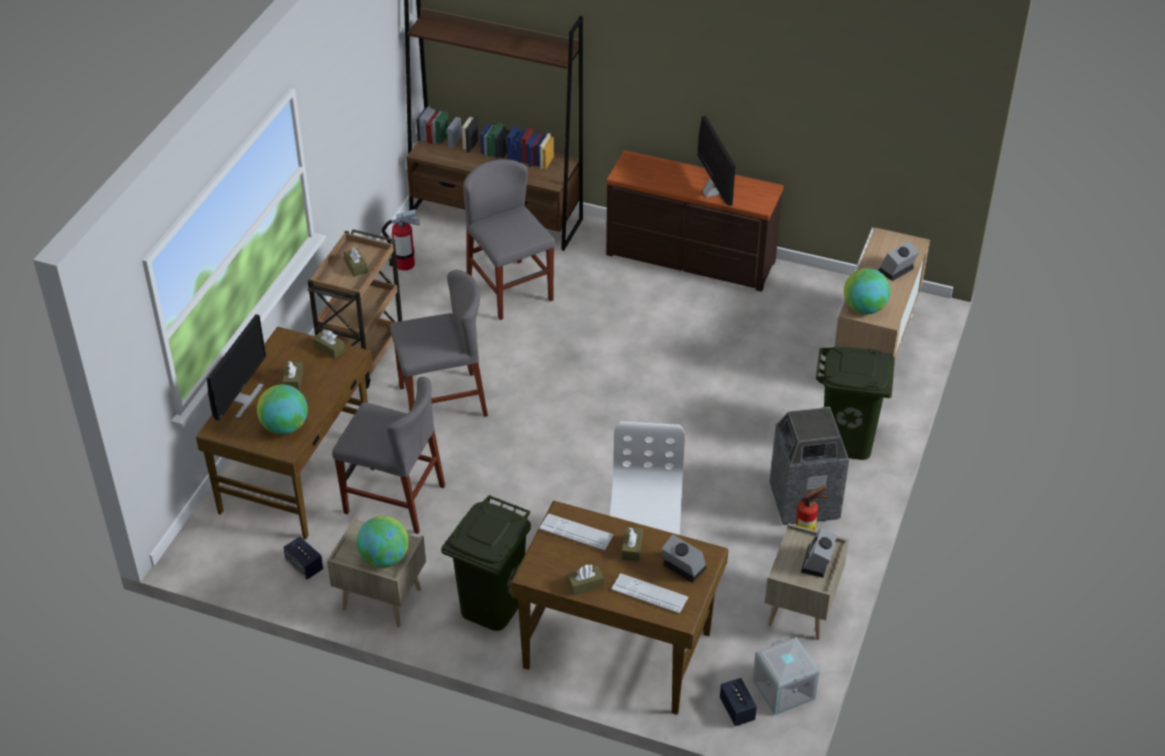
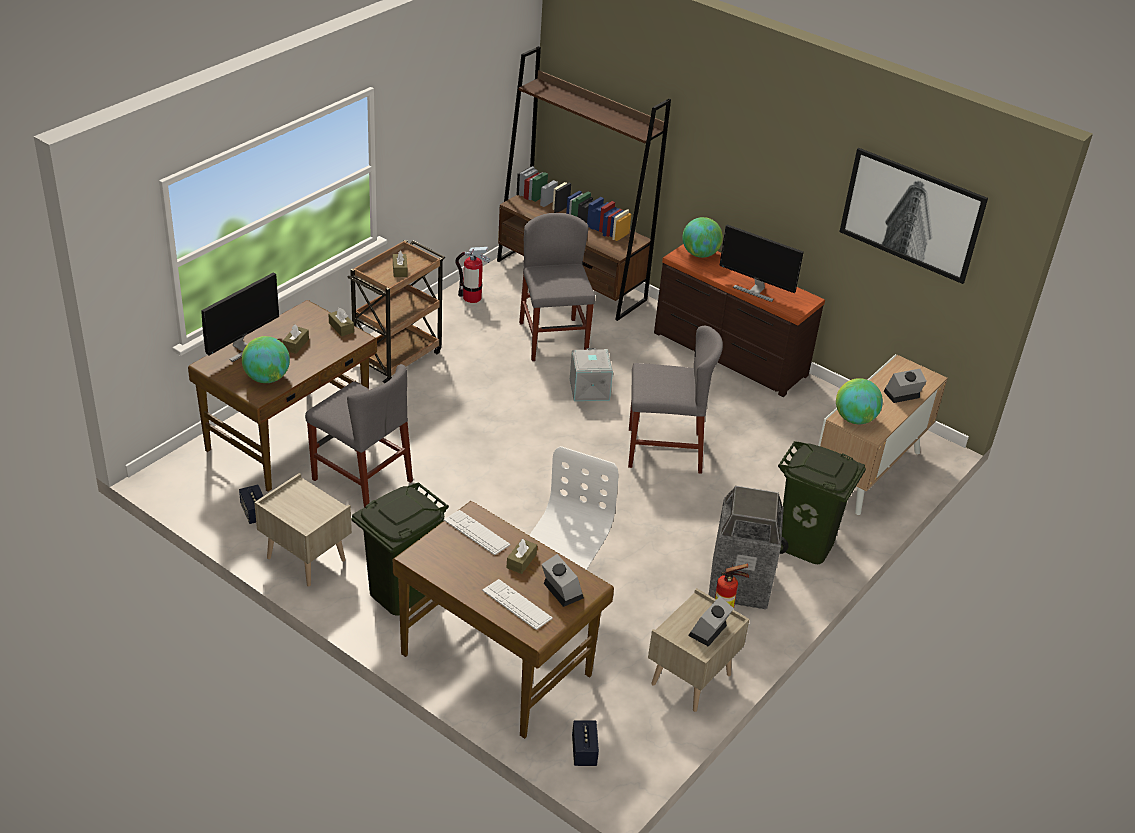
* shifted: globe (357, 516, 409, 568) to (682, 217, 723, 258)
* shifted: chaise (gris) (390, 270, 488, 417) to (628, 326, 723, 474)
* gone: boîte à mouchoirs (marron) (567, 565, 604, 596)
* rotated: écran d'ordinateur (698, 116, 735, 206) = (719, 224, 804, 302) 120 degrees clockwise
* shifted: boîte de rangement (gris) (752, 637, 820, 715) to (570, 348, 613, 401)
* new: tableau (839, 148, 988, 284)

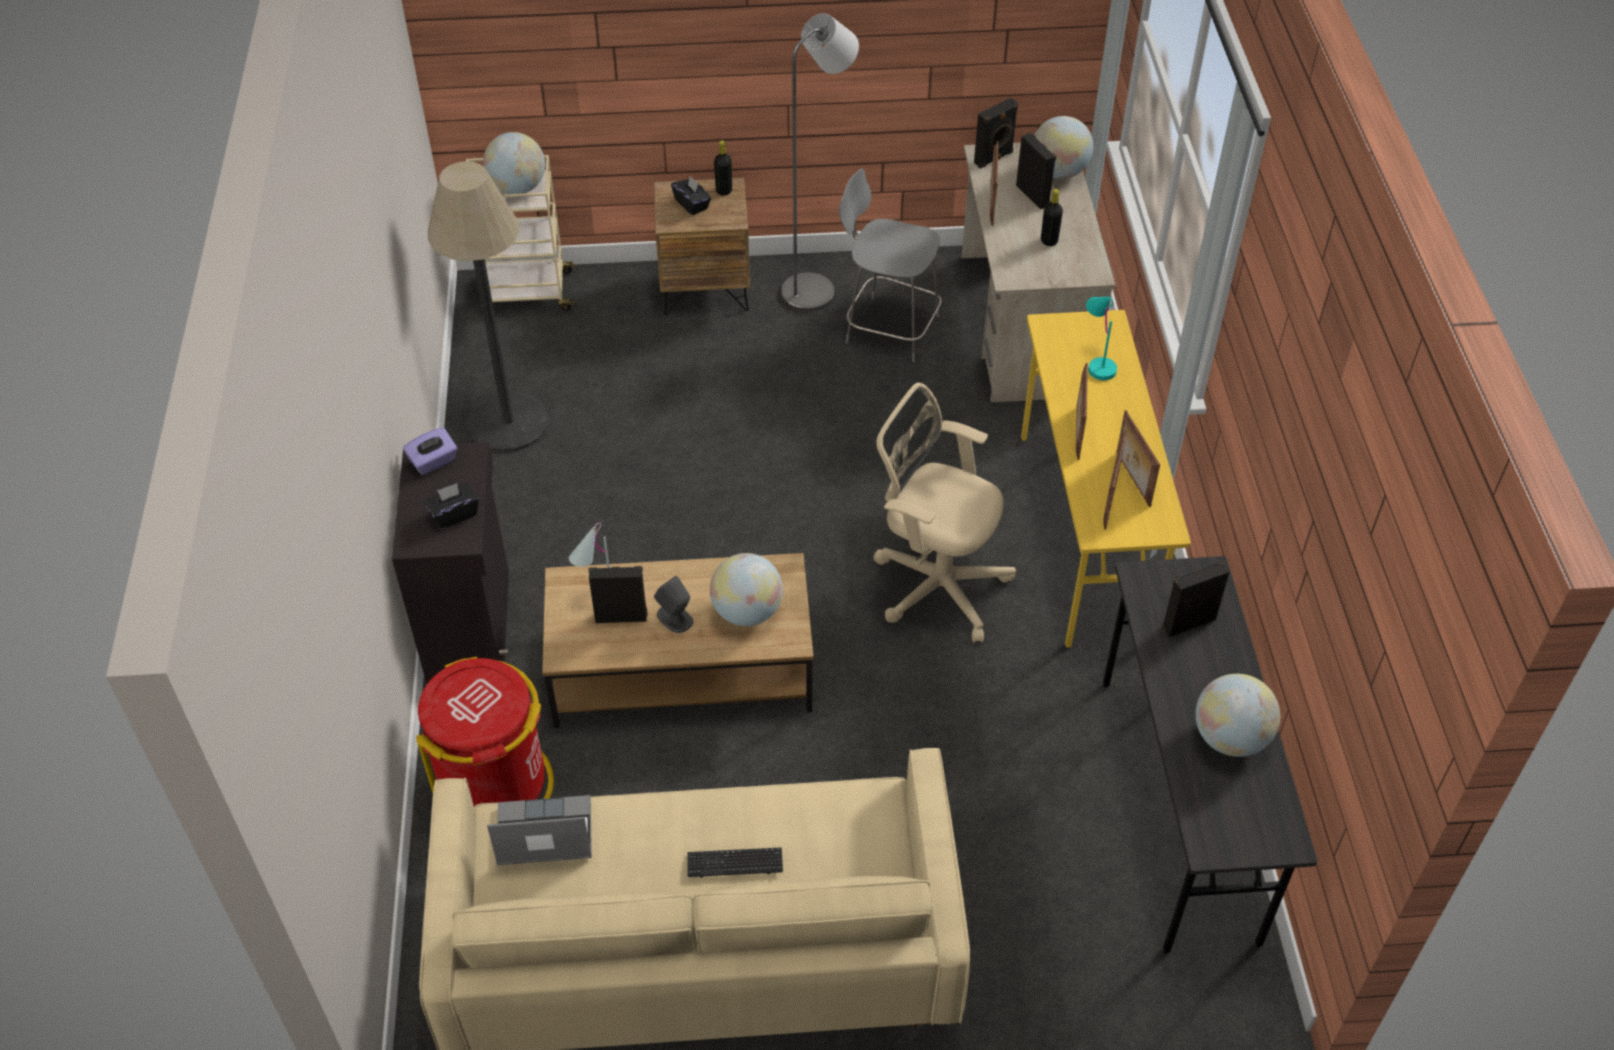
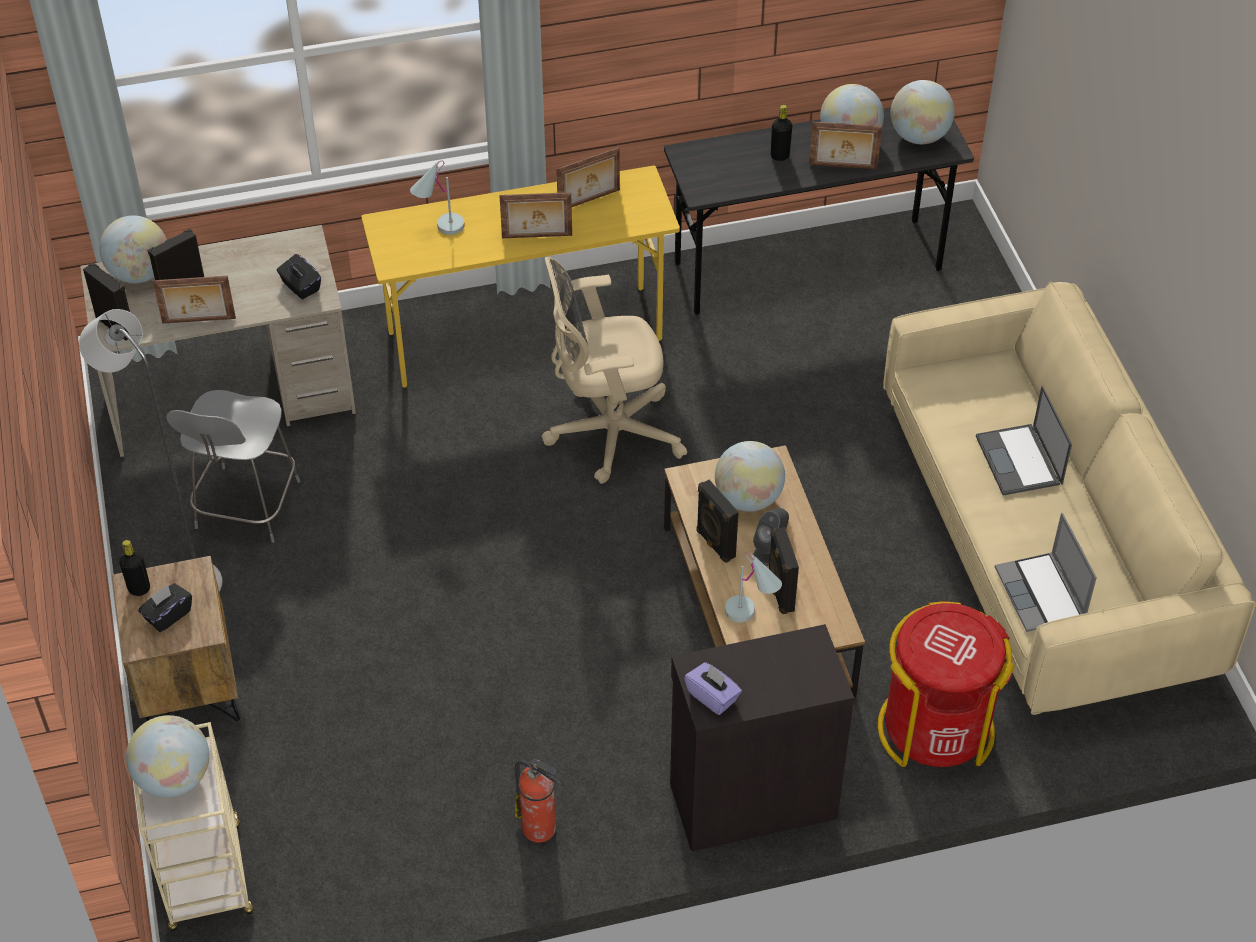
* shifted: boîte à mouchoirs (noir) (425, 483, 479, 529) to (276, 254, 321, 299)
* gone: lampadaire (428, 161, 548, 452)
* swapped: clavier (687, 847, 783, 878) to ordinateur portable (976, 386, 1072, 495)
* rotated: chaise de bureau (beige) (873, 383, 1016, 643) = (542, 257, 687, 484) 60 degrees clockwise
* shifted: bouteille (noir) (1041, 189, 1063, 246) to (771, 105, 792, 161)
* repainted: lampe de table (turquoise) (1086, 297, 1117, 380) to lampe de table (blanc) (410, 160, 465, 235)
* shifted: cadre photo (1103, 431, 1127, 530) to (809, 122, 882, 169)
* shifted: enceinte (noir) (1162, 562, 1230, 637) to (696, 480, 739, 563)
* new: extincteur (515, 758, 562, 843)
* new: globe (890, 80, 954, 144)

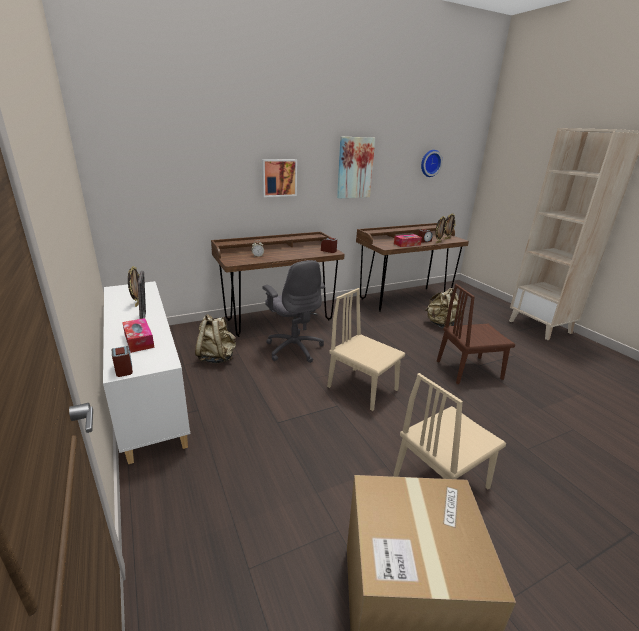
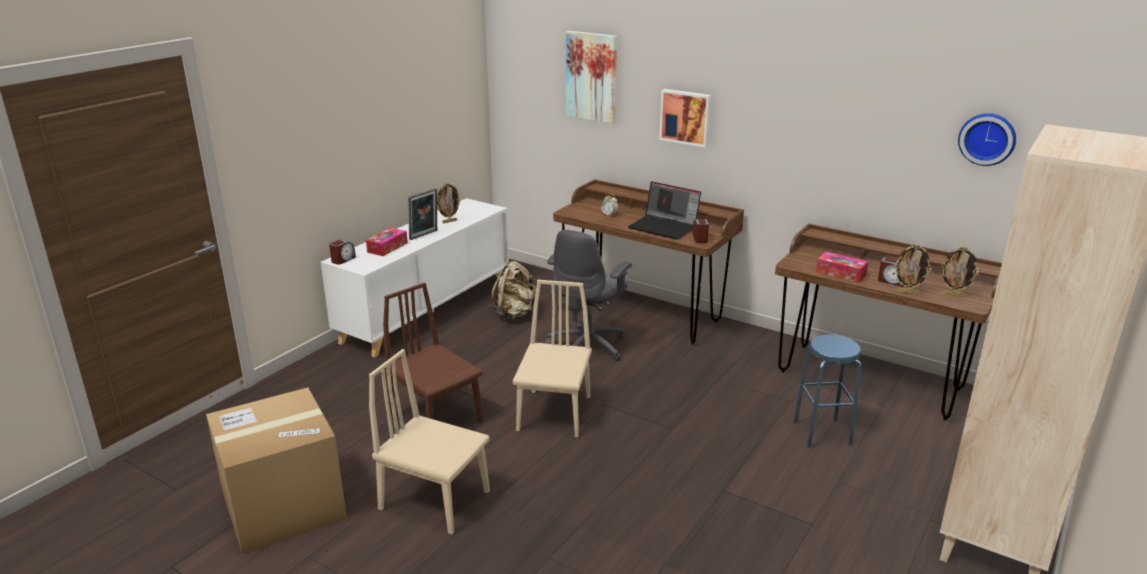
* shifted: tableau (337, 137, 375, 199) to (566, 31, 617, 124)
* swapped: sac à dos (beige) (425, 288, 462, 328) to tabouret (bleu) (794, 334, 862, 448)
* shifted: chaise (marron) (437, 284, 515, 384) to (383, 282, 483, 423)
* new: ordinateur portable (628, 181, 701, 240)

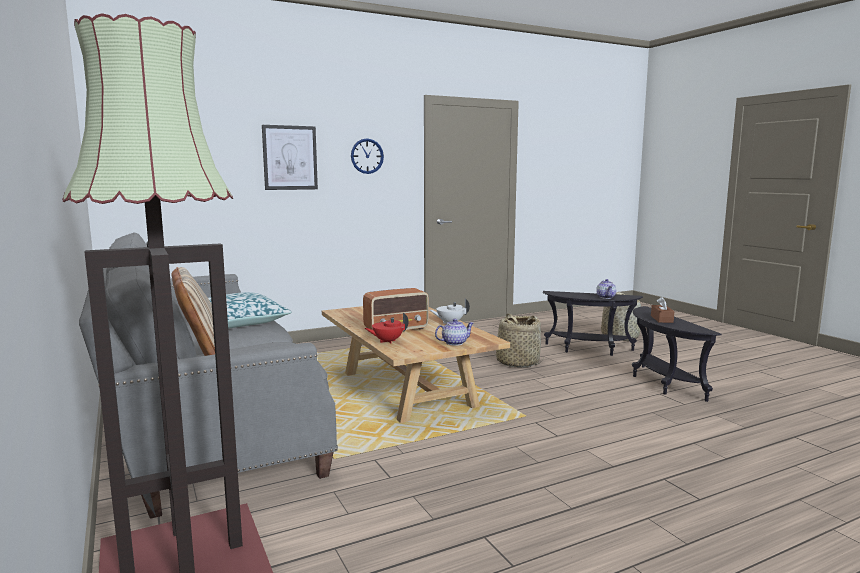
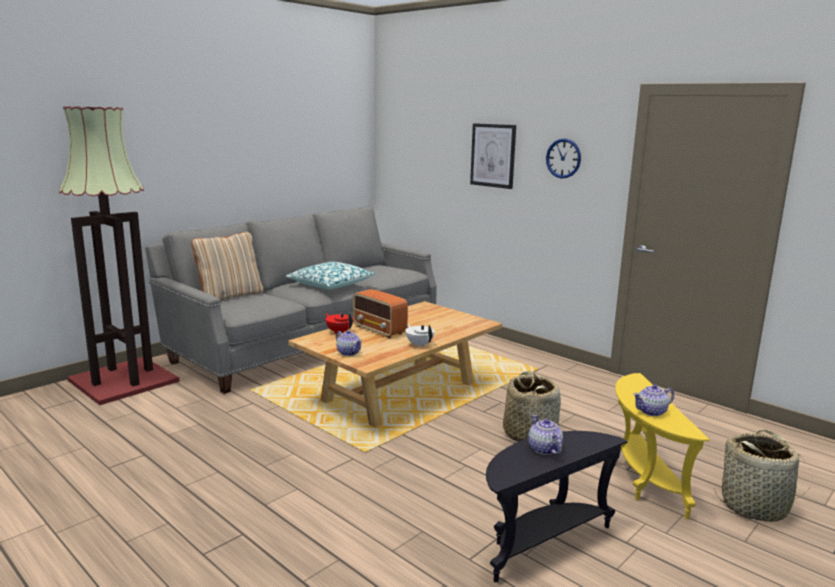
* repainted: table d'appoint (noir) (543, 291, 643, 356) to table d'appoint (jaune) (615, 373, 710, 519)
* swapped: boîte à mouchoirs (marron) (651, 297, 674, 323) to théière (528, 415, 563, 455)

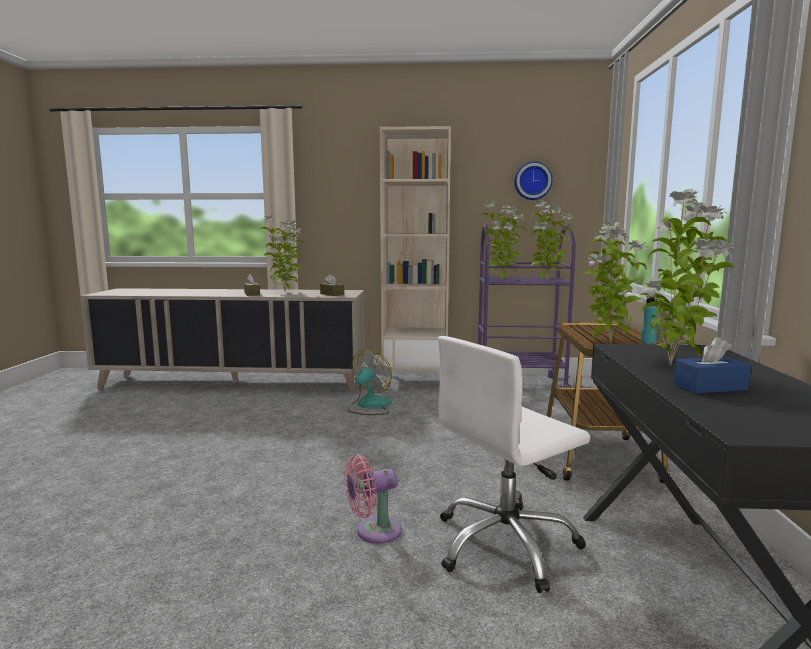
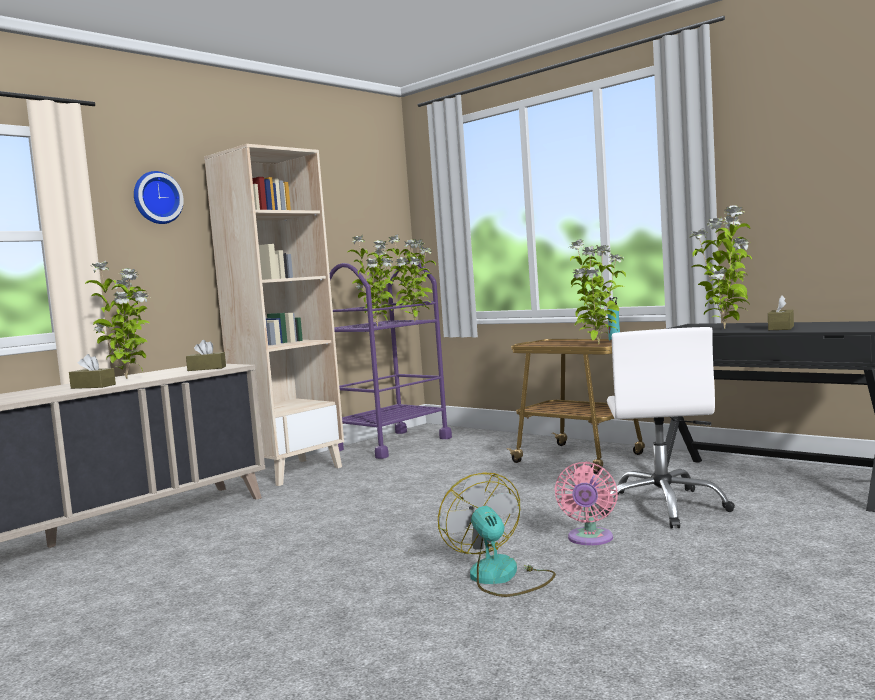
* shifted: ventilateur (348, 349, 392, 415) to (438, 472, 556, 597)
* shifted: horloge murale (515, 161, 552, 200) to (134, 171, 184, 224)
* repainted: boîte à mouchoirs (bleu) (673, 337, 751, 394) to boîte à mouchoirs (marron) (768, 295, 794, 330)

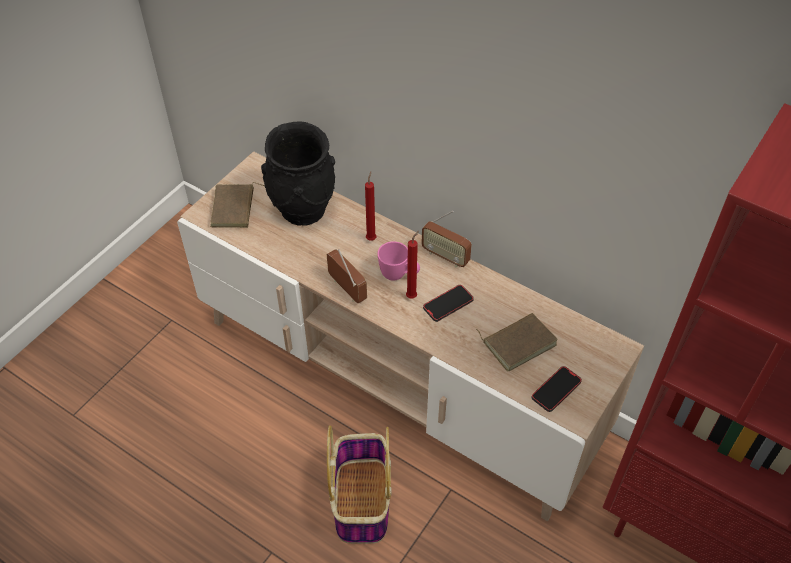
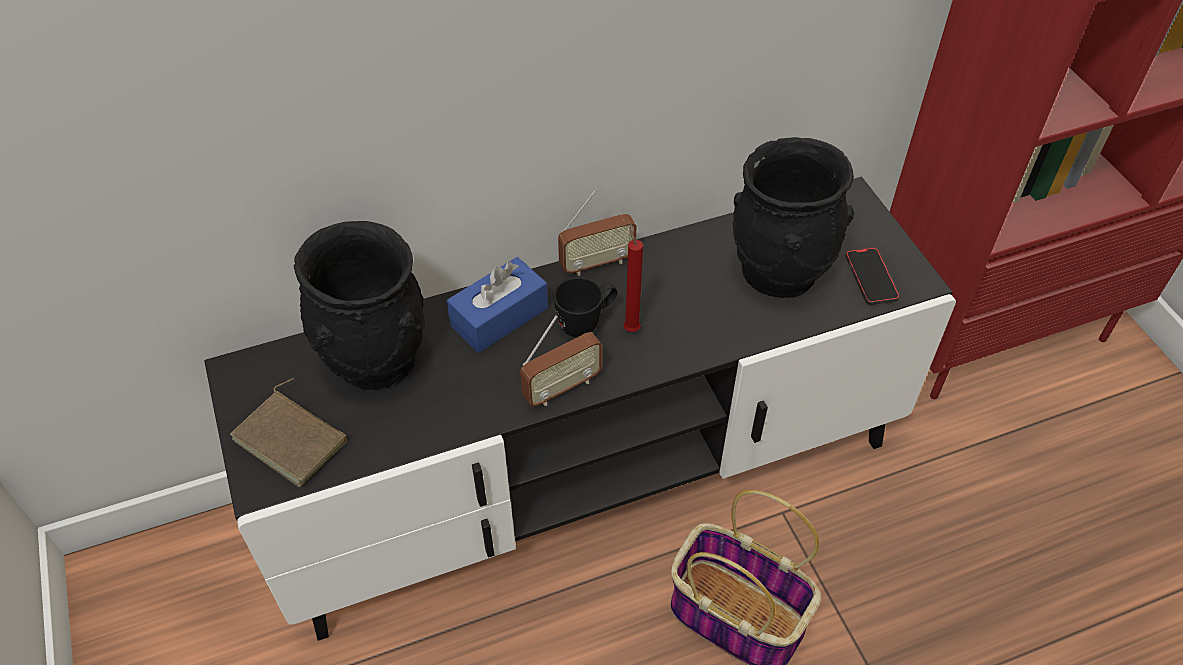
* repainted: meuble télé (beige) (177, 151, 644, 521) to meuble télé (noir) (204, 177, 956, 641)
* rotated: radio (327, 249, 367, 304) = (520, 315, 602, 407) 150 degrees clockwise
* swapped: bougie (rouge) (365, 172, 376, 241) to boîte à mouchoirs (bleu) (446, 257, 548, 353)
* repainted: mug (rose) (377, 241, 420, 280) to mug (noir) (553, 277, 617, 337)
* gone: téléphone (423, 285, 474, 322)
* swapped: livre (marron) (476, 313, 558, 372) to vase (noir) (732, 137, 854, 298)

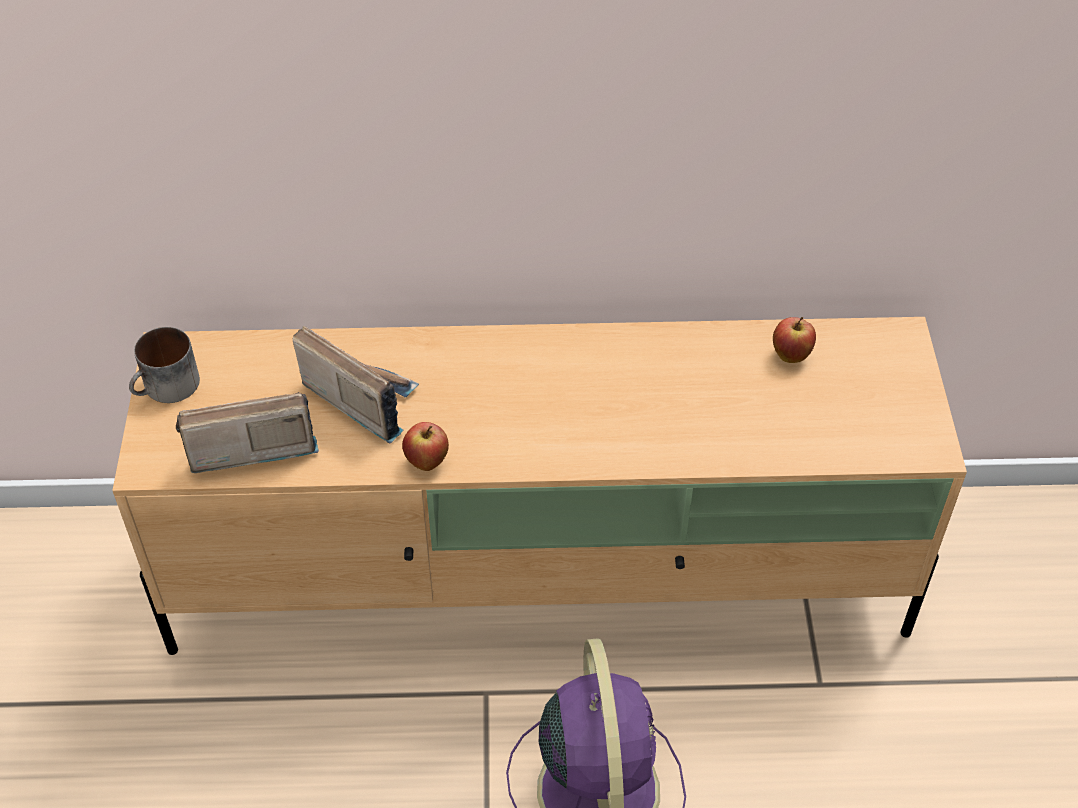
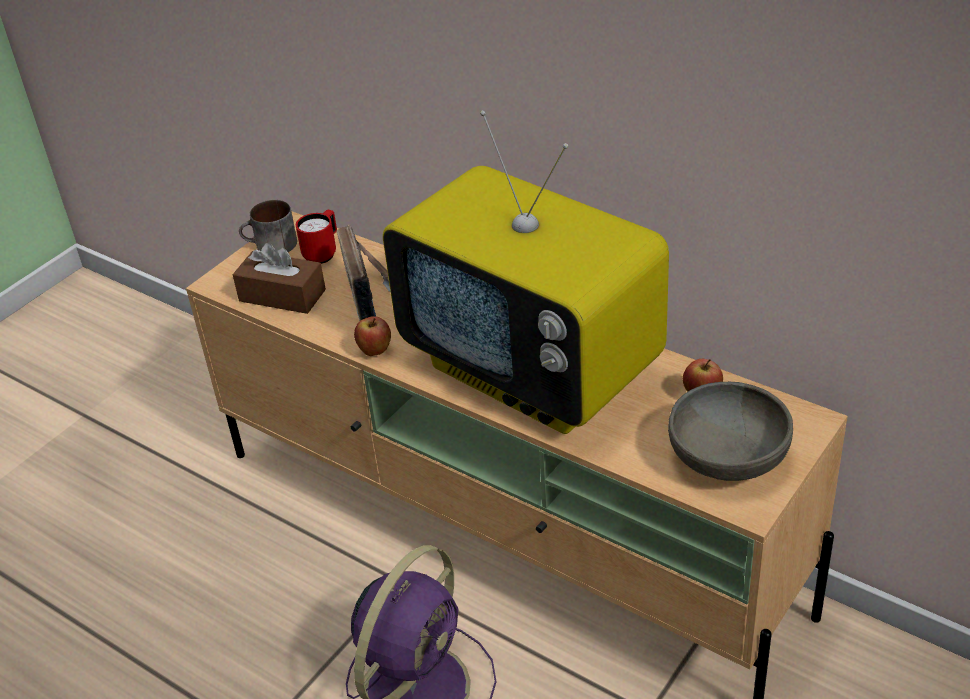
* swapped: radio (176, 392, 319, 473) to boîte à mouchoirs (marron) (232, 243, 326, 314)
* new: mug (rouge) (296, 210, 337, 264)
* new: téléviseur (383, 110, 669, 434)
* new: bol (gris) (668, 382, 793, 481)

